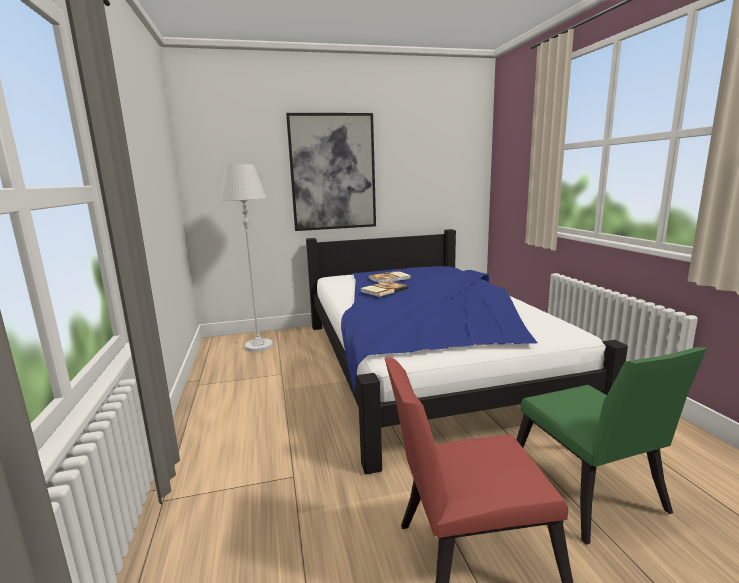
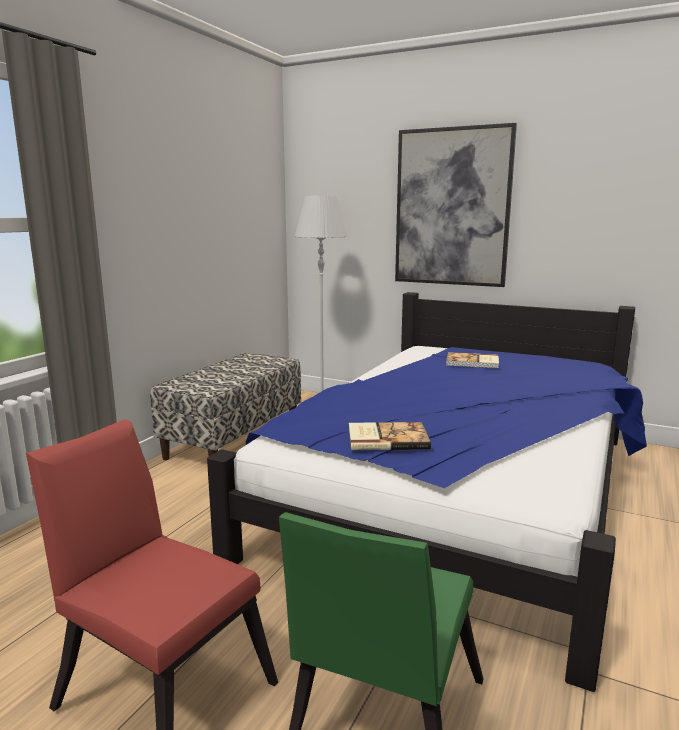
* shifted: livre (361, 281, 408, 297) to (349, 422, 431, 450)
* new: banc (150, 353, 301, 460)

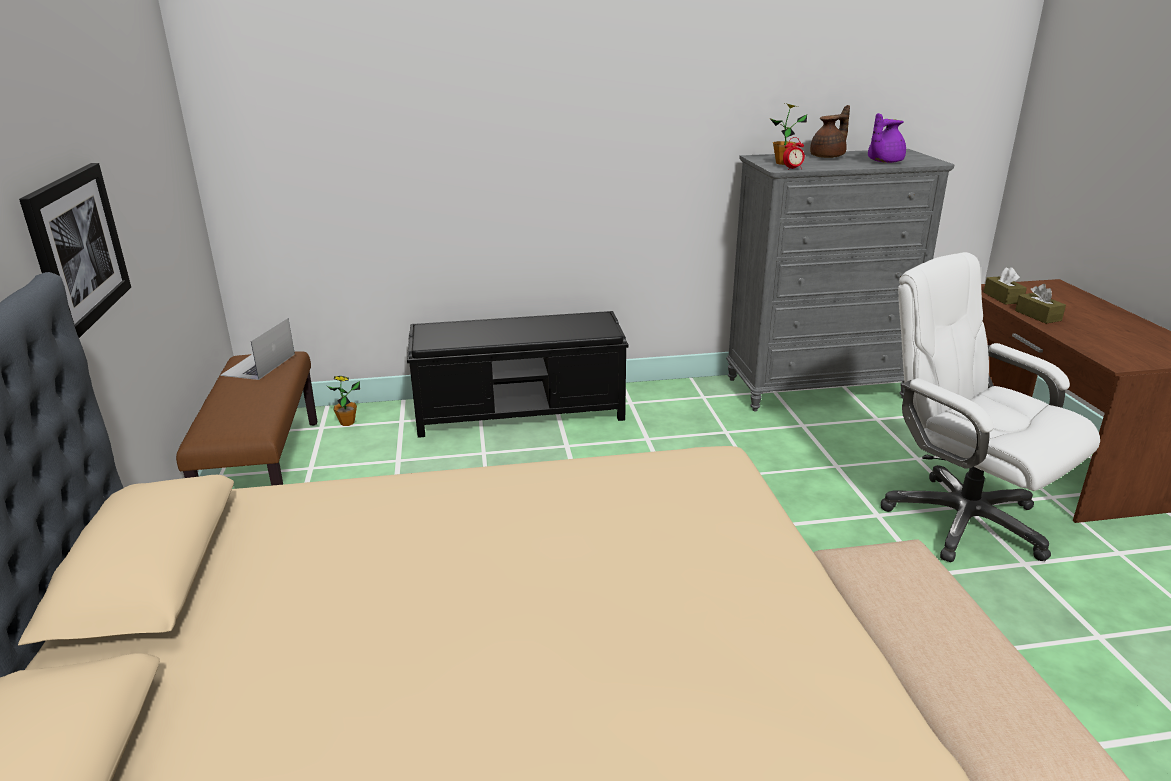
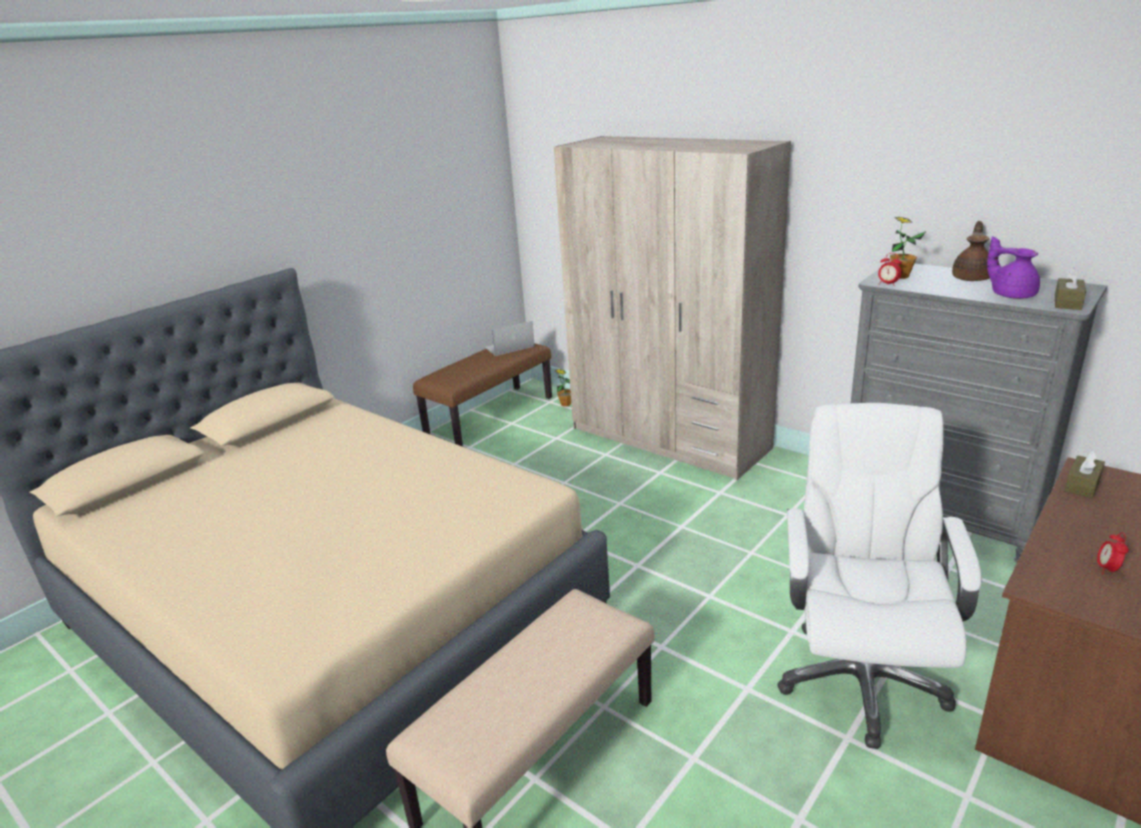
* gone: tableau (19, 163, 131, 338)
* swapped: banc (noir) (407, 311, 629, 438) to armoire (beige) (553, 136, 791, 480)
* rotated: théière (marron) (810, 105, 850, 158) = (952, 221, 990, 281) 75 degrees counterclockwise
* rotated: théière (violet) (868, 113, 906, 163) = (987, 236, 1040, 299) 45 degrees clockwise
* shifted: boîte à mouchoirs (marron) (1015, 284, 1066, 324) to (1055, 267, 1086, 310)
* new: réveil (1096, 532, 1129, 574)

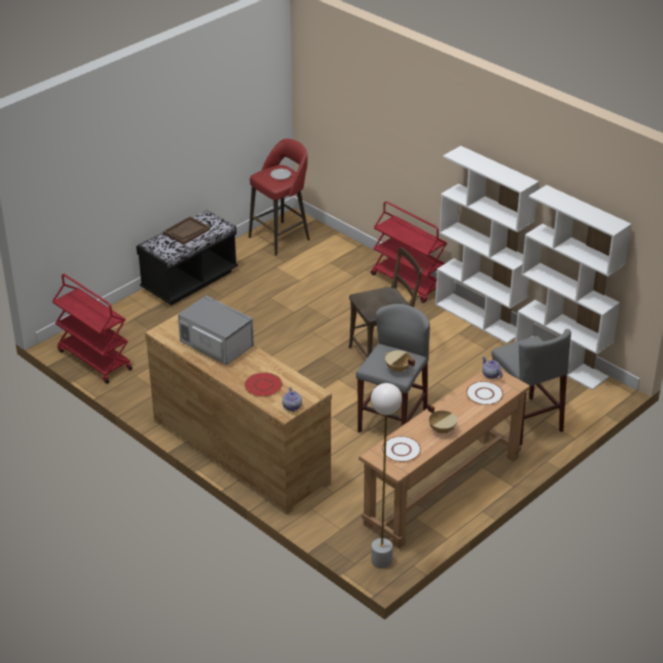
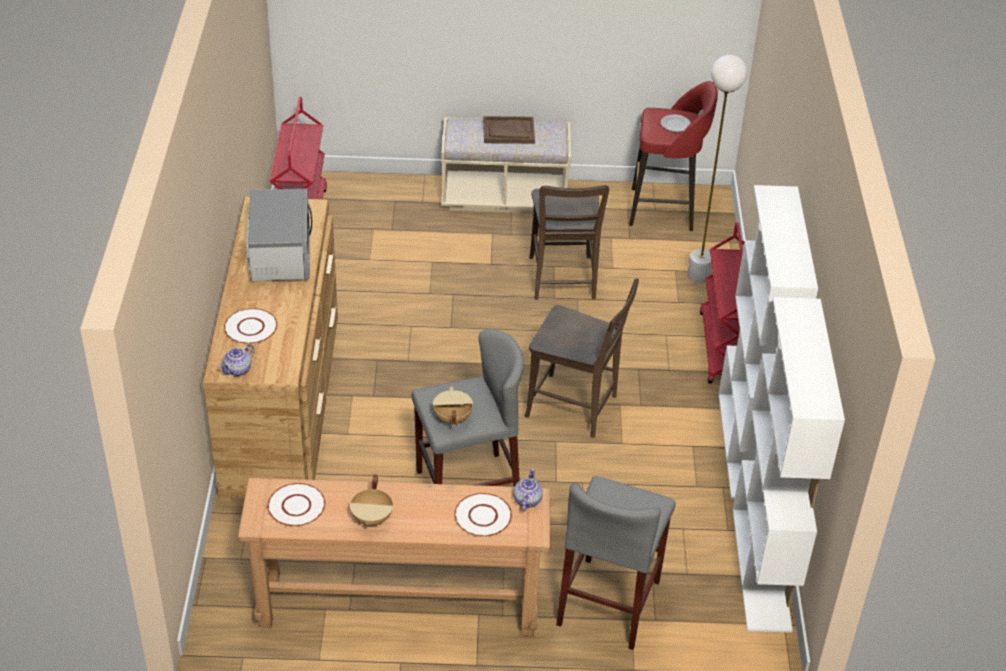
* repainted: banc (noir) (136, 210, 238, 305) to banc (beige) (441, 117, 571, 213)
* repainted: assiette (rouge) (244, 372, 282, 397) to assiette (blanc) (224, 308, 278, 344)
* shifted: lampadaire (blanc) (371, 383, 402, 568) to (687, 55, 747, 283)
* new: chaise (marron) (529, 185, 609, 300)

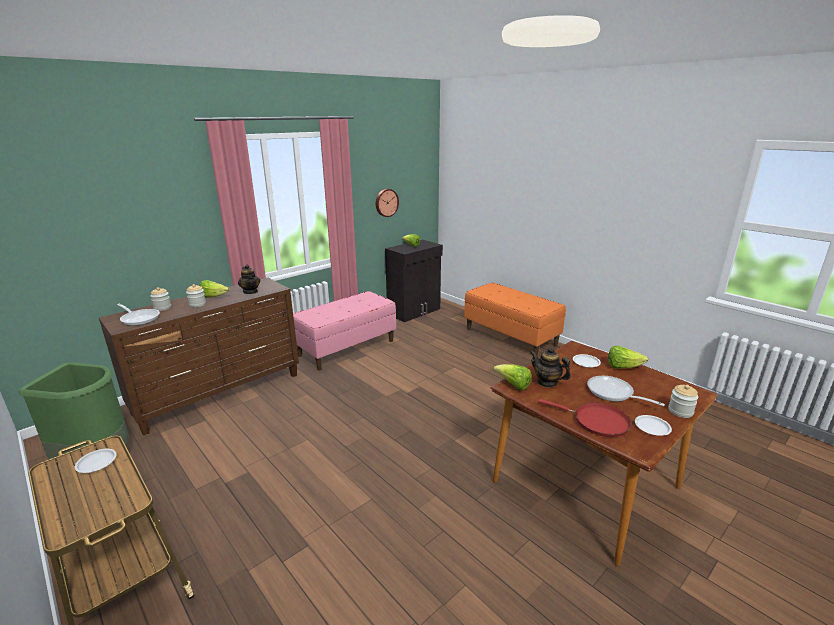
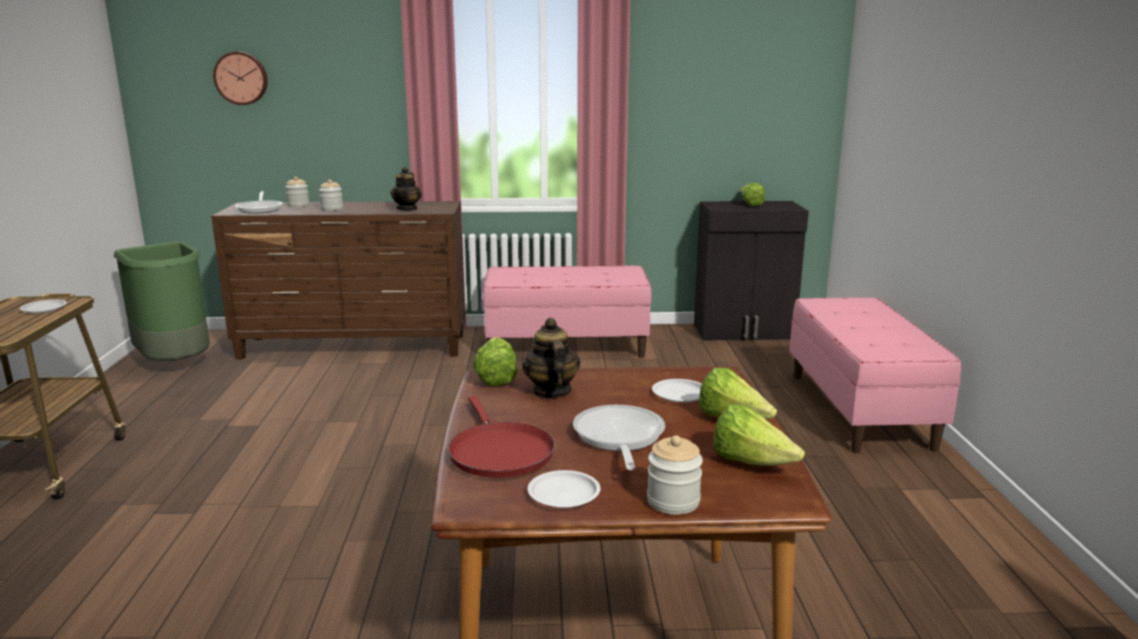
* shifted: laitue (200, 280, 230, 298) to (713, 404, 805, 466)
* shifted: horloge murale (376, 189, 399, 217) to (213, 52, 267, 105)
* repainted: banc (orange) (464, 283, 566, 356) to banc (rose) (789, 298, 961, 453)

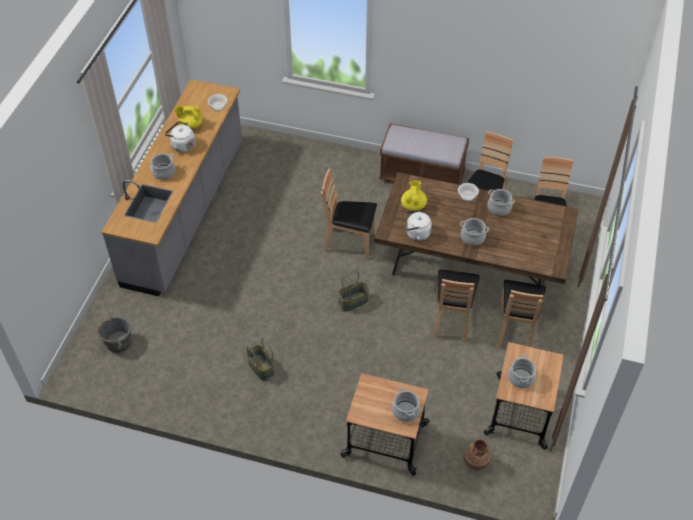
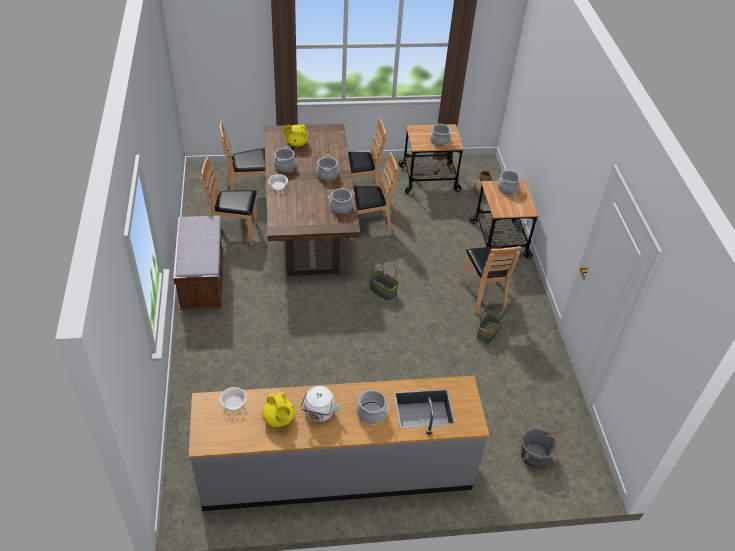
* shifted: chaise (marron) (321, 169, 377, 260) to (462, 246, 521, 314)
* shifted: théière (jaune) (401, 180, 427, 211) to (283, 124, 308, 147)
* swapped: bouilloire (blanc) (405, 210, 432, 241) to marmite (328, 188, 355, 214)

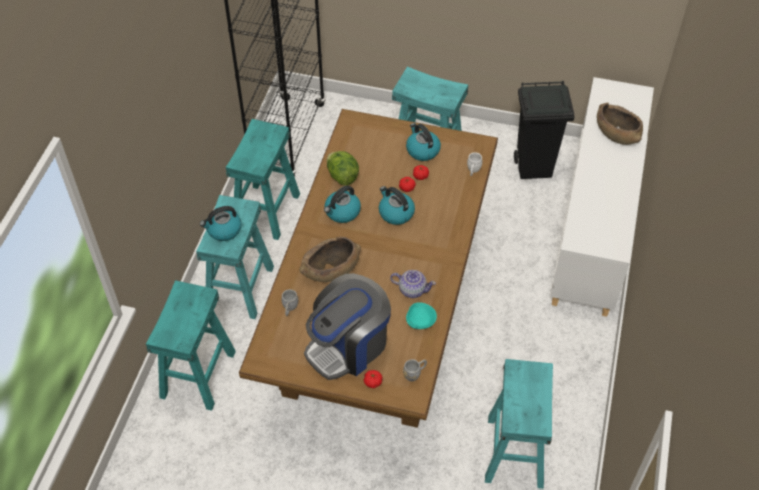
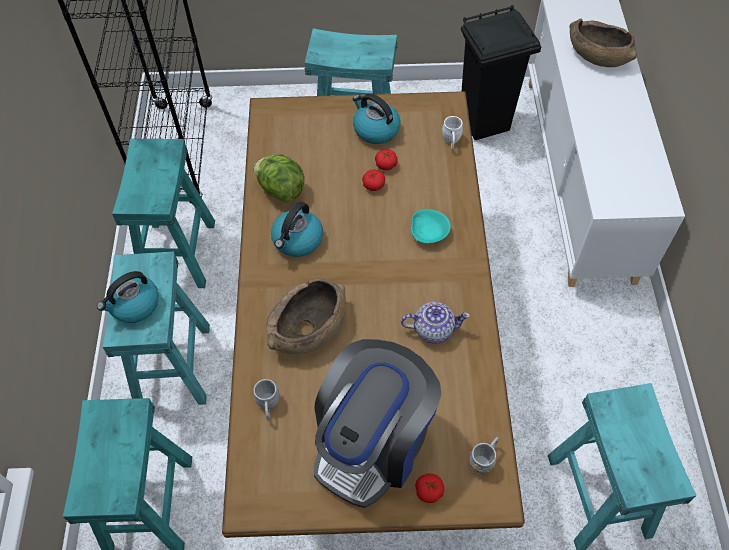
* gone: bouilloire (379, 186, 415, 225)
* shifted: bol (turquoise) (406, 302, 437, 329) to (411, 209, 451, 244)

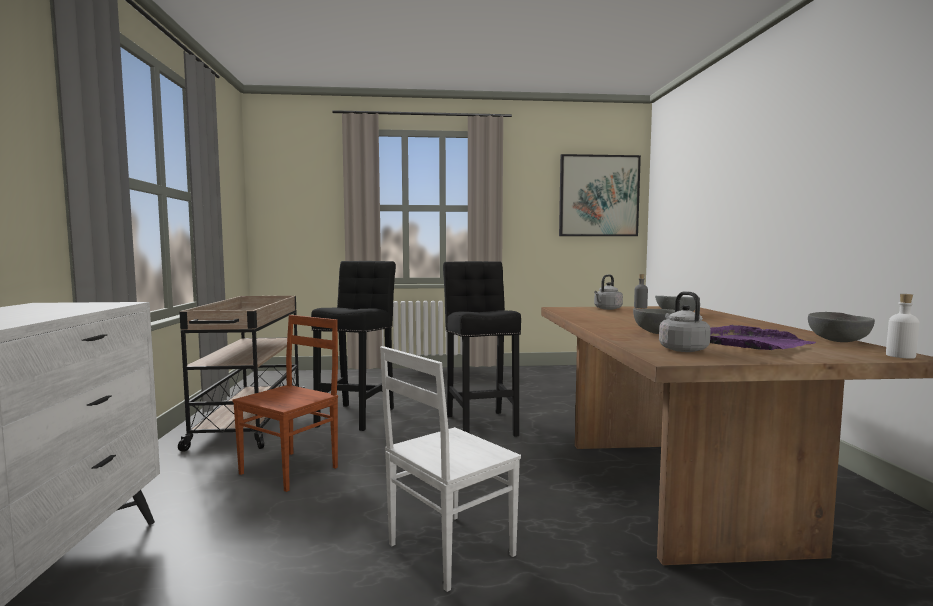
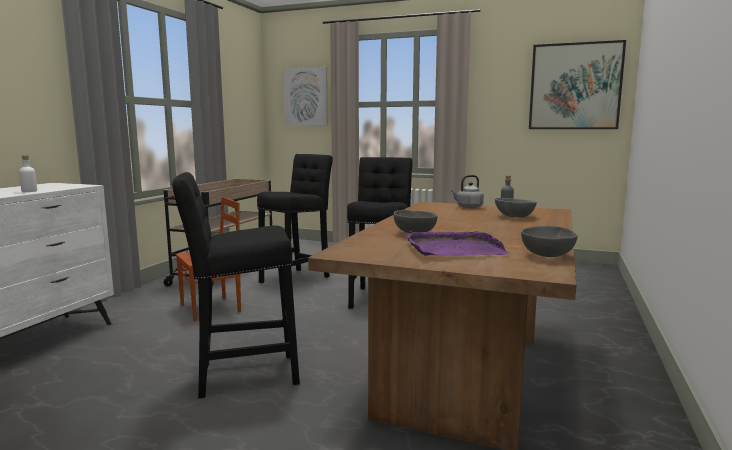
* swapped: chaise (blanc) (380, 346, 521, 592) to tabouret (noir) (172, 172, 300, 398)
* gone: bouilloire (gris) (659, 291, 711, 352)
* shifted: bouteille (blanc) (886, 294, 919, 359) to (19, 155, 37, 192)
* new: tableau (284, 67, 328, 125)

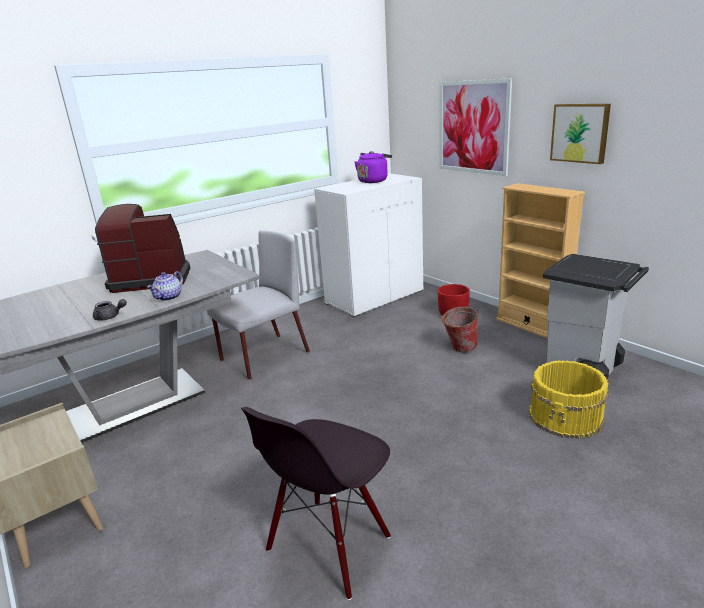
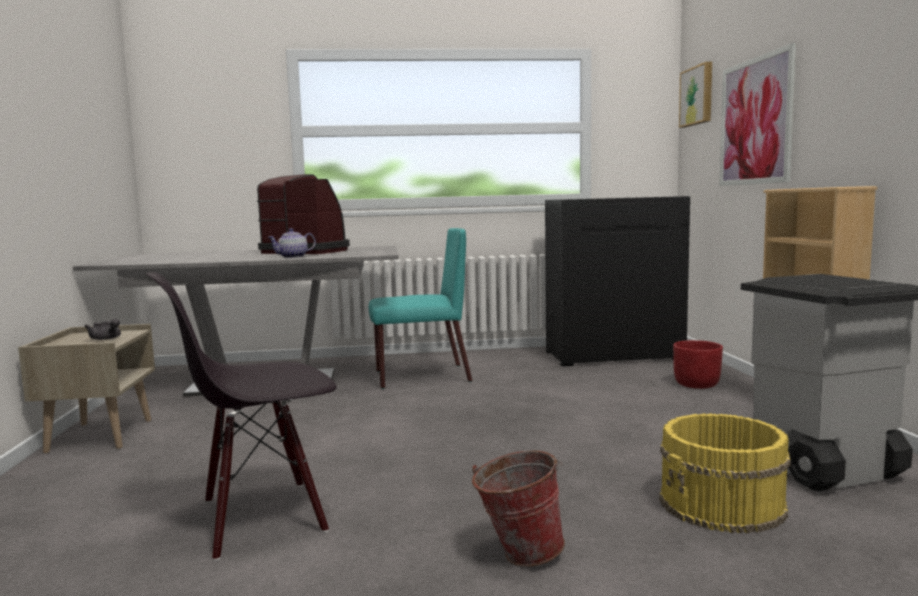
* shifted: théière (gris) (93, 299, 127, 321) to (84, 319, 121, 340)
* repainted: chaise (gris) (207, 230, 310, 380) to chaise (turquoise) (369, 228, 472, 389)
* repainted: meuble de rangement (blanc) (314, 173, 423, 318) to meuble de rangement (noir) (545, 196, 690, 367)
* gone: bouilloire (violet) (354, 151, 392, 183)
* shifted: seau (440, 306, 479, 353) to (472, 451, 565, 567)
* shifted: tableau (550, 104, 611, 164) to (679, 62, 712, 128)

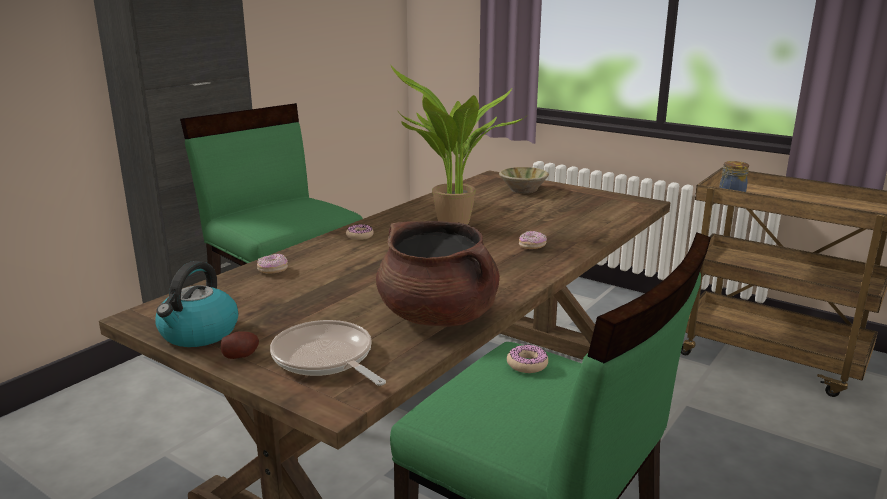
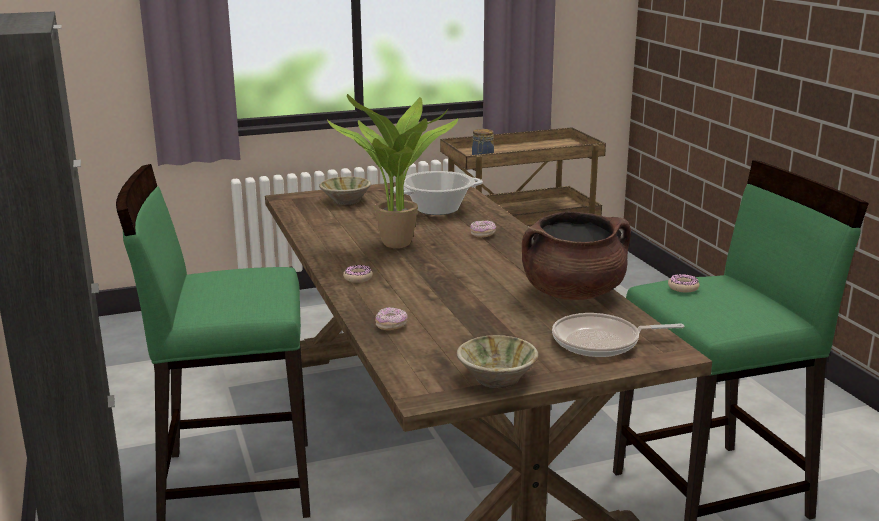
* swapped: bouilloire (155, 261, 238, 347) to bol (beige) (457, 335, 538, 388)
* gone: pomme de terre (221, 331, 259, 359)
* new: marmite (394, 171, 483, 215)

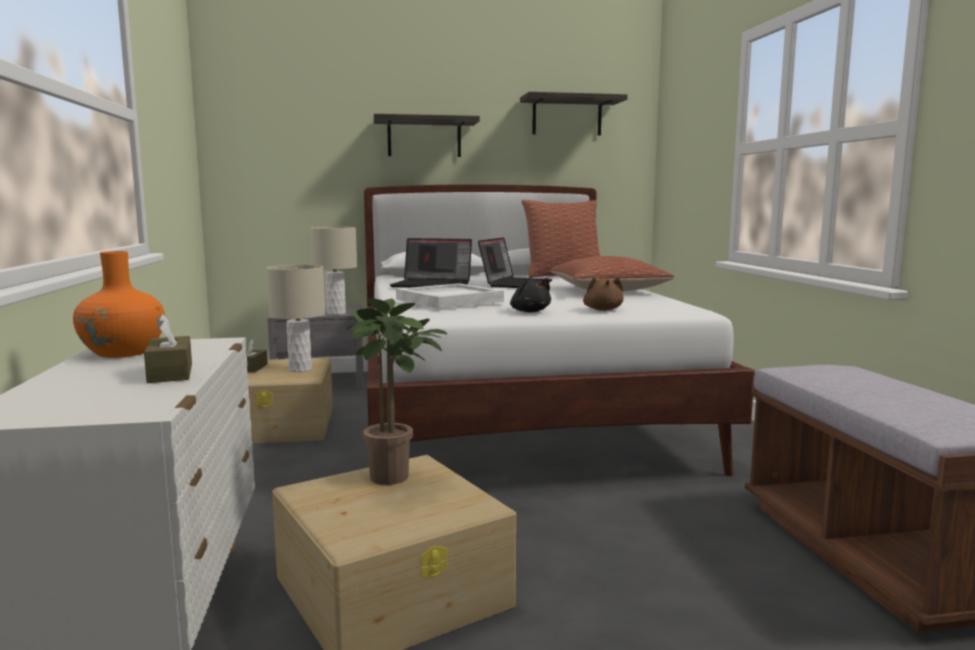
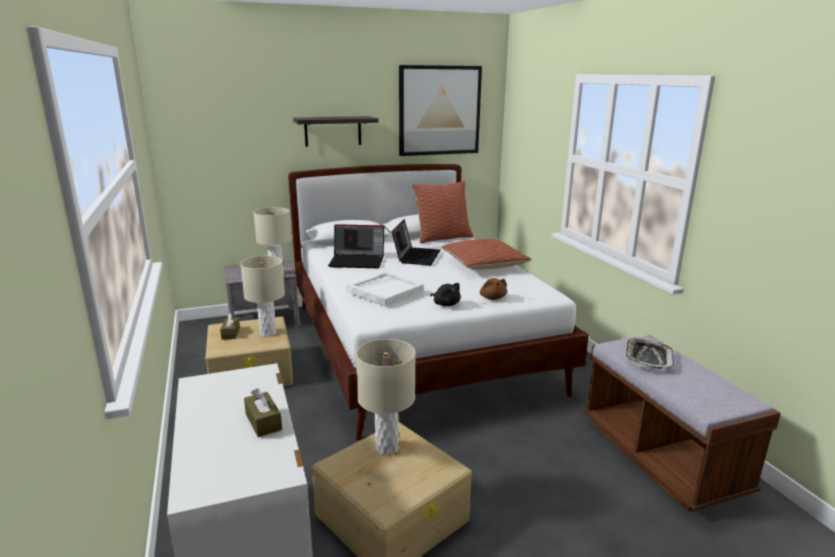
* gone: vase (orange) (73, 251, 165, 358)
* swapped: plante en pot (347, 298, 448, 485) to lampe de table (beige) (356, 339, 415, 456)
* swapped: étagère (520, 92, 628, 136) to tableau (399, 65, 482, 156)
* new: plateau (626, 338, 674, 369)

